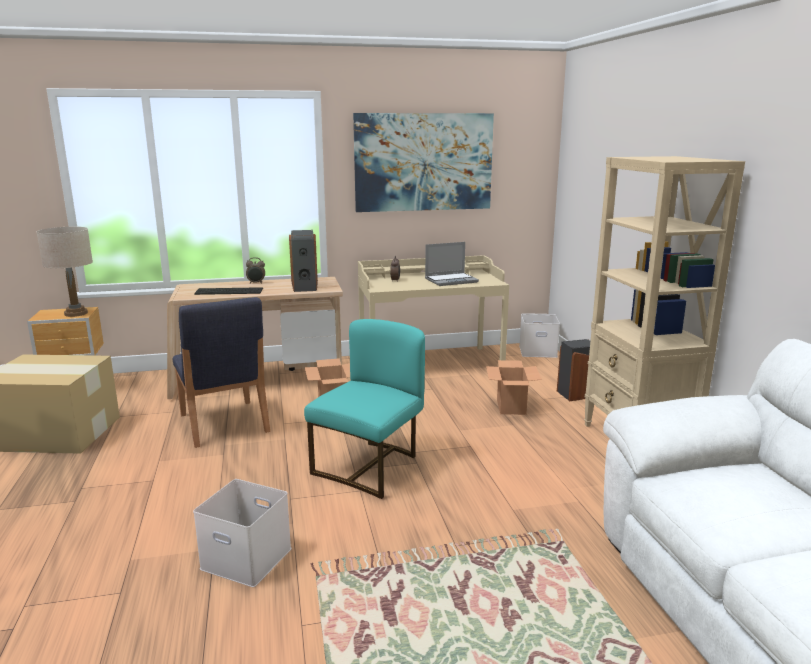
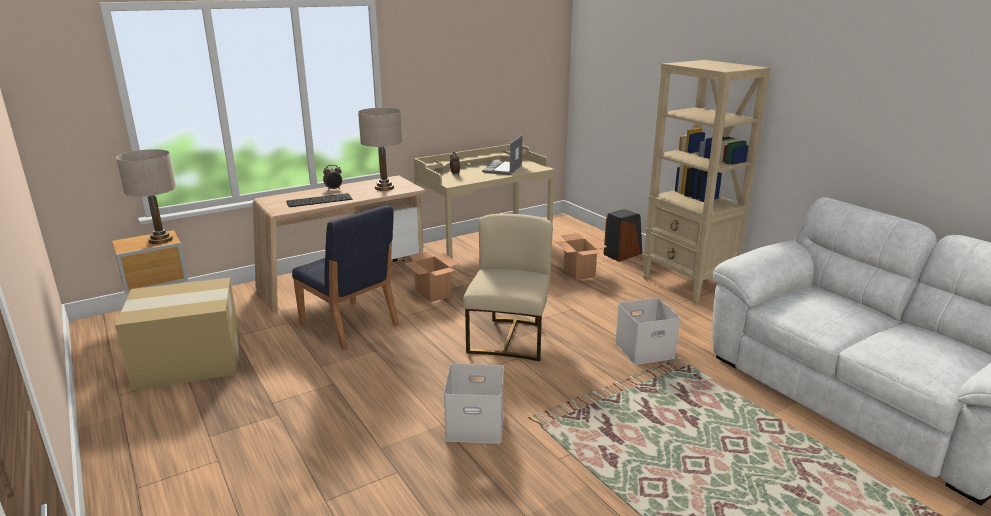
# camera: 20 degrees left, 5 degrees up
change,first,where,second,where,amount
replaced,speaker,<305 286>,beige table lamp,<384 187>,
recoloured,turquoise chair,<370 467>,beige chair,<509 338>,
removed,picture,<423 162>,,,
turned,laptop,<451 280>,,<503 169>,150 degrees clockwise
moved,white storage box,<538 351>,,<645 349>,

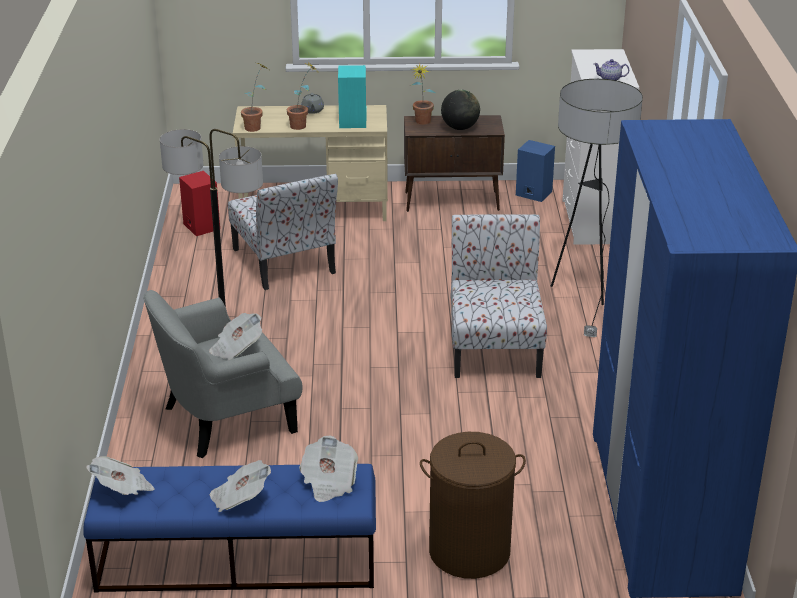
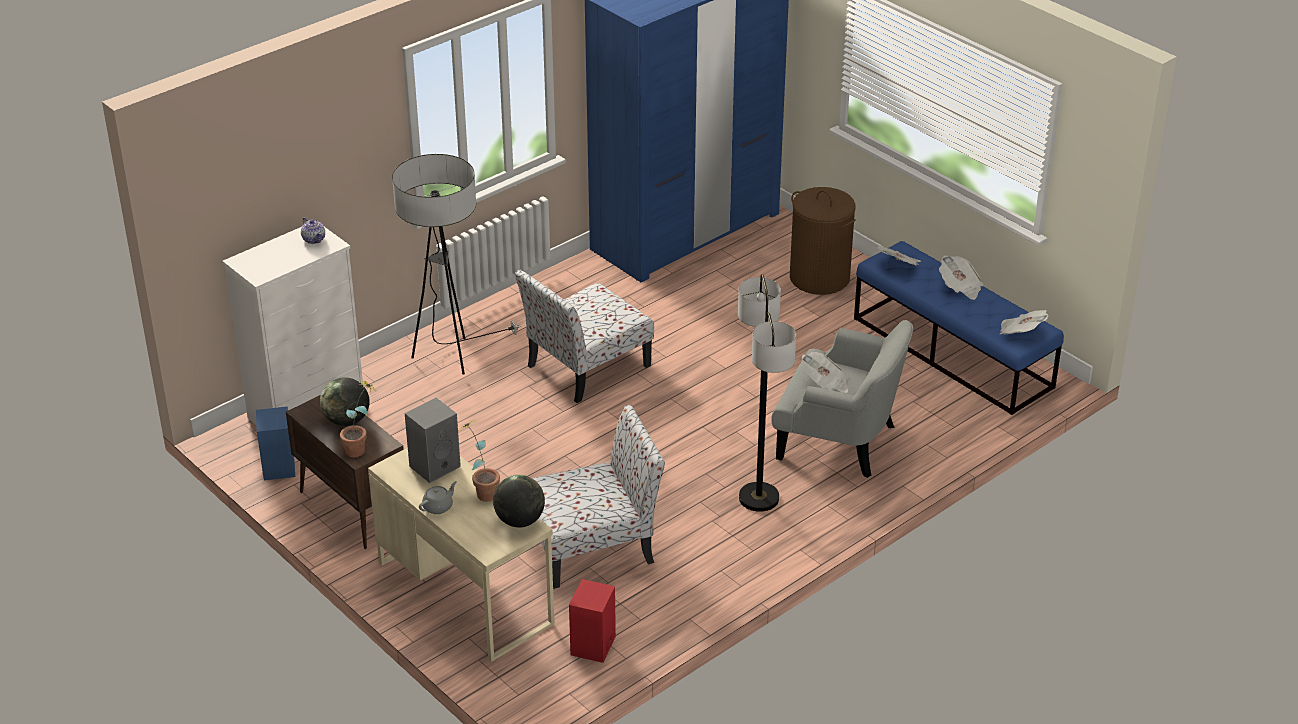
# camera: 130 degrees left, 5 degrees up
change,first,where,second,where,amount
turned,chair,<285 262>,,<593 546>,45 degrees clockwise
replaced,potted plant,<257 126>,globe,<520 521>,
recoloured,turquoise speaker,<353 122>,grey speaker,<435 465>,

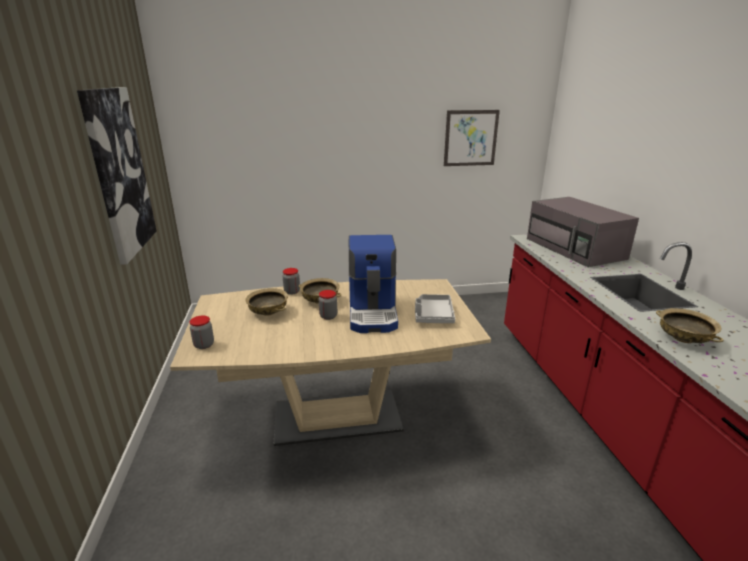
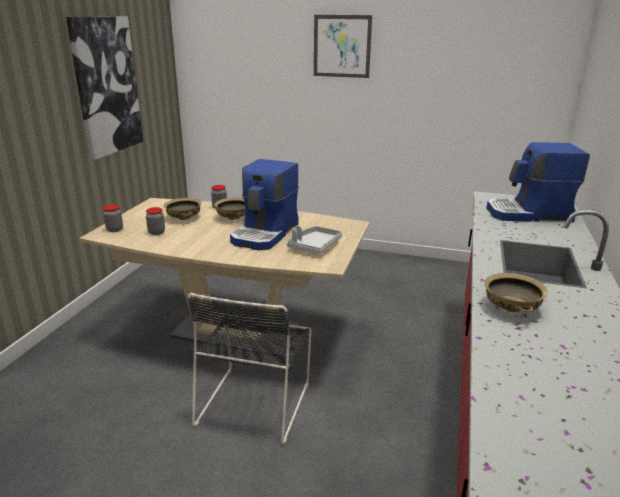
# camera: 25 degrees right, 0 degrees up
change,first,where,second,where,amount
moved,jar,<328 316>,,<156 232>,
moved,picture,<470 138>,,<342 46>,
replaced,grey microwave,<575 249>,coffee machine,<529 214>,
added,,,black chair,<255 400>,

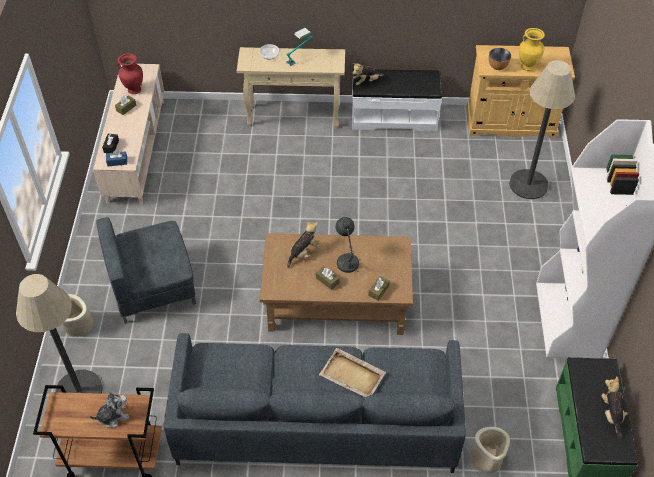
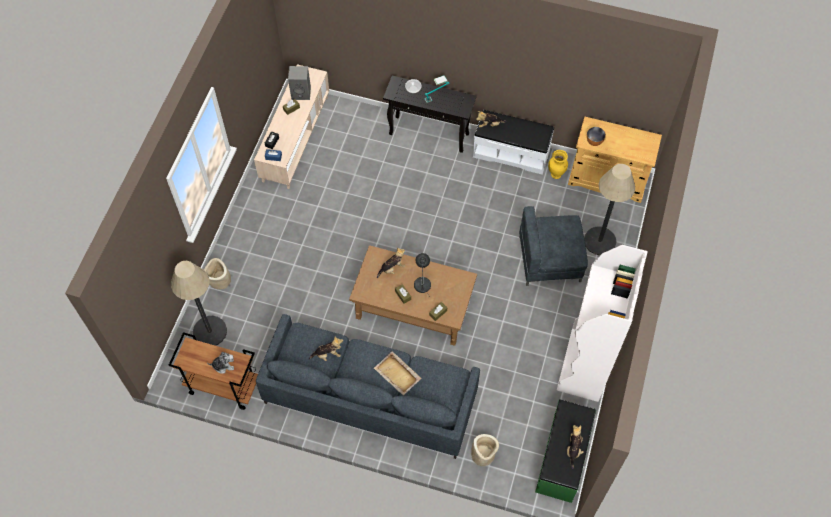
# camera: 15 degrees right, 10 degrees up
change,first,where,second,where,amount
moved,grey armchair,<153 285>,,<550 259>,
replaced,red vase,<134 90>,grey speaker,<301 93>,
recoloured,beige console table,<294 116>,black console table,<429 134>,
moved,yellow vase,<527 66>,,<556 174>,
added,,,plush toy,<327 354>,

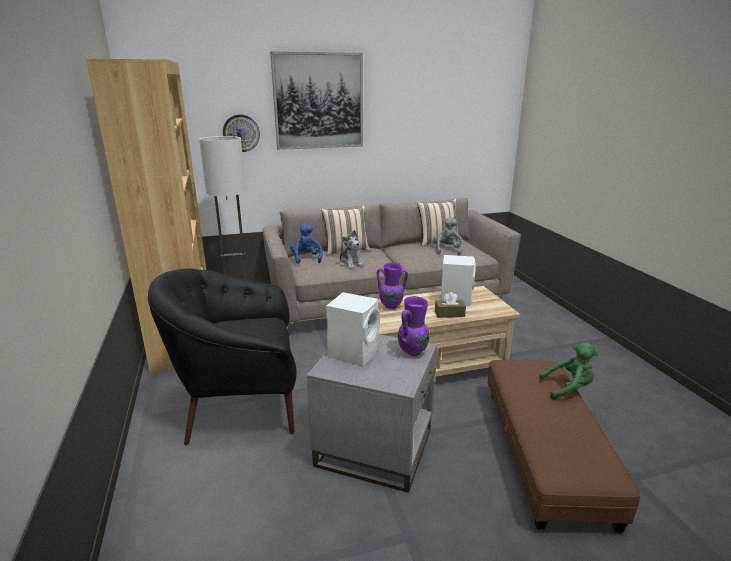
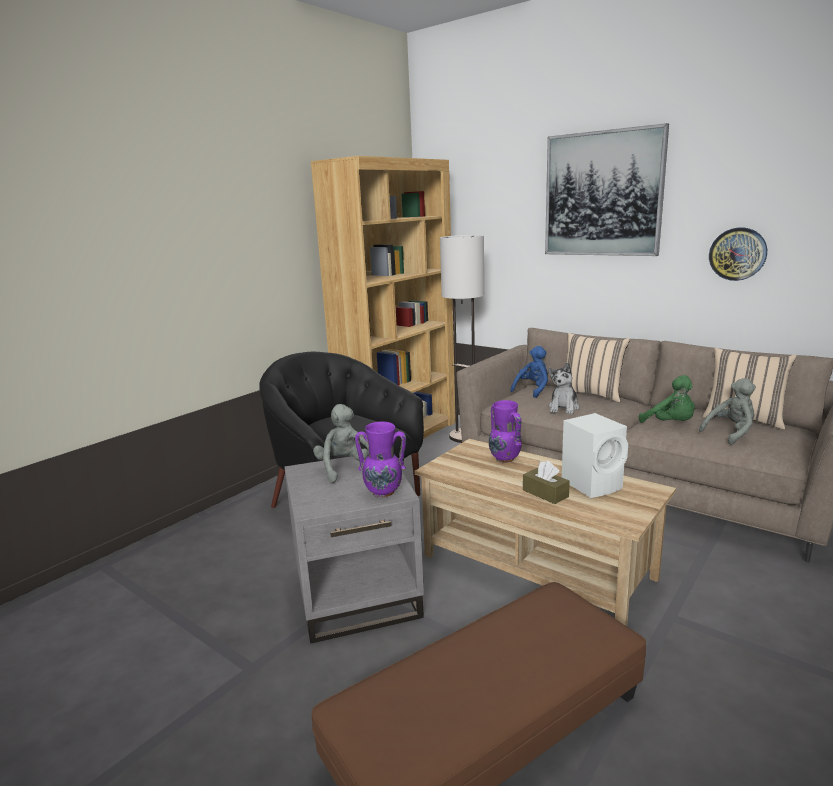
# camera: 55 degrees right, 5 degrees down
change,first,where,second,where,amount
moved,wall clock,<241 133>,,<737 254>,
replaced,white speaker,<354 352>,grey plush toy,<345 469>,
moved,green plush toy,<568 388>,,<671 424>,

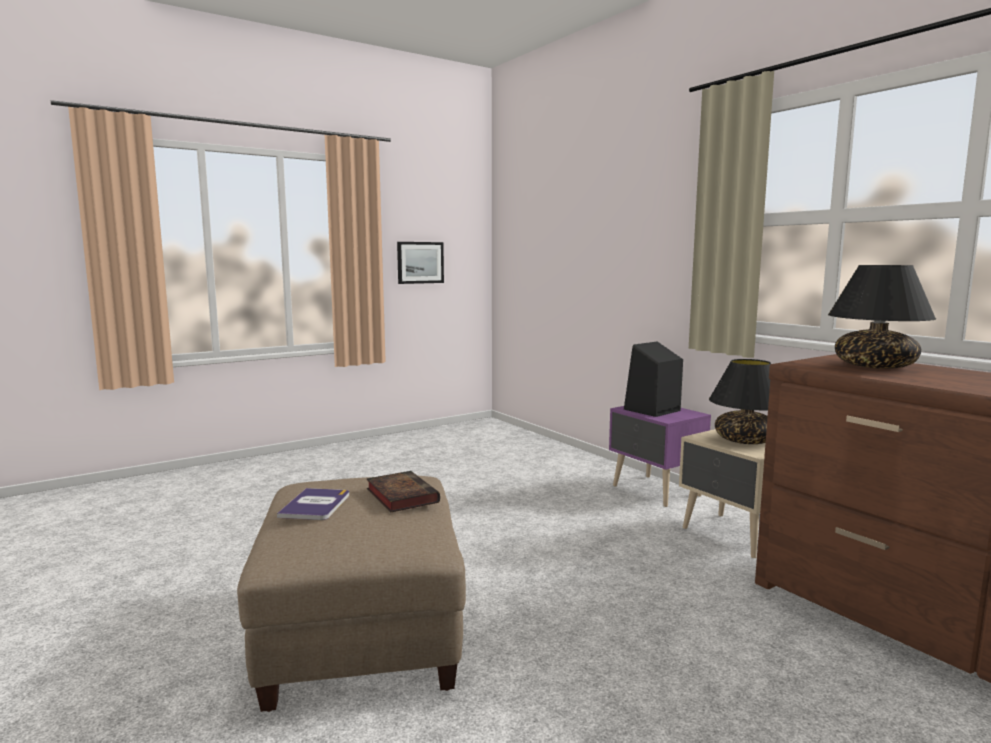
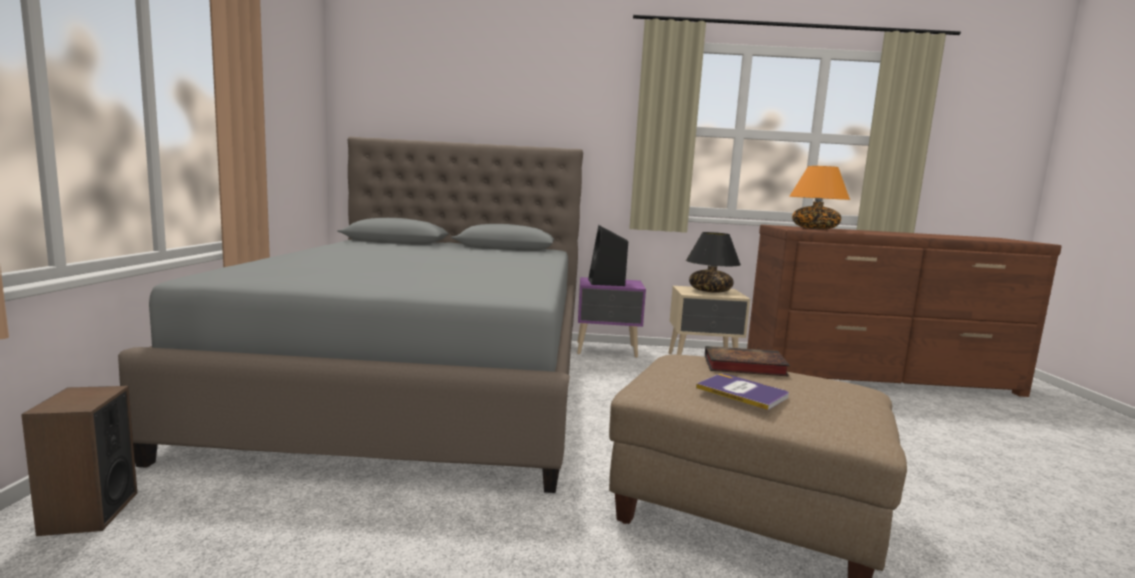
# camera: 55 degrees left, 0 degrees up
change,first,where,second,where,amount
removed,picture,<420 262>,,,
recoloured,black table lamp,<874 366>,orange table lamp,<814 228>,
added,,,speaker,<89 513>,
added,,,grey bed,<423 384>,

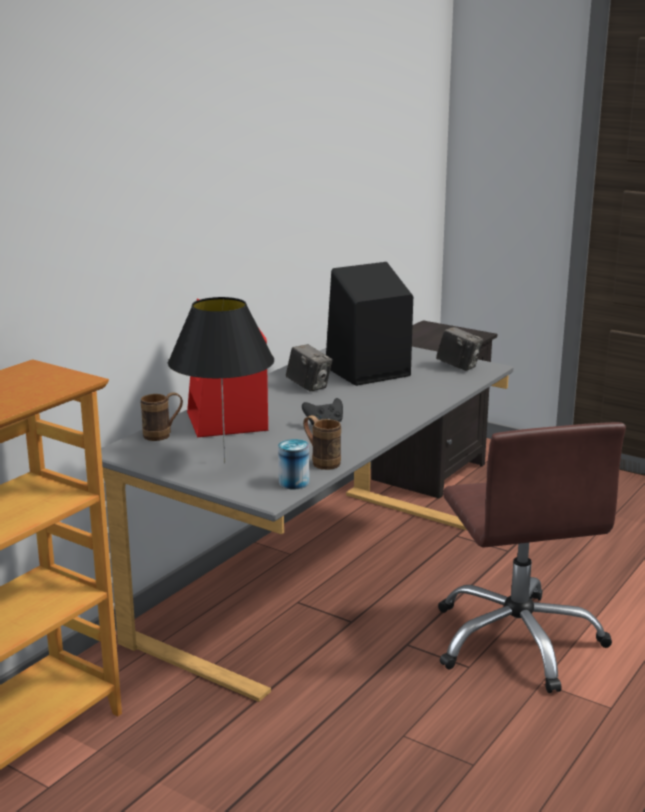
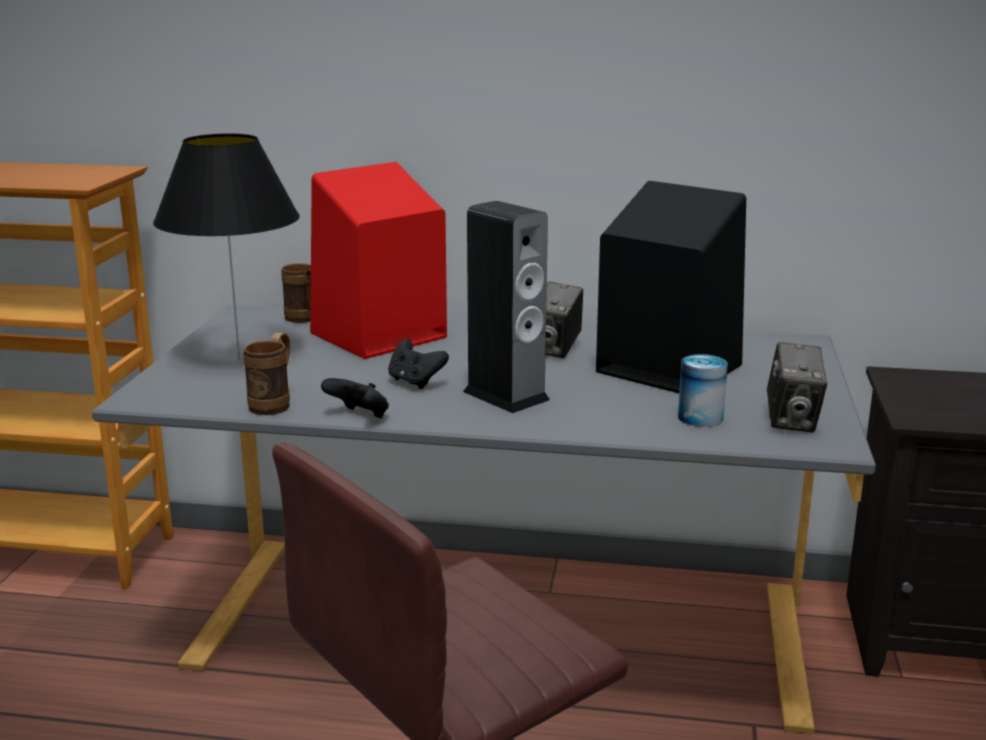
# camera: 65 degrees right, 0 degrees up
change,first,where,second,where,amount
moved,can,<294 482>,,<700 418>,
added,,,black game controller,<359 416>,
added,,,speaker,<506 395>,

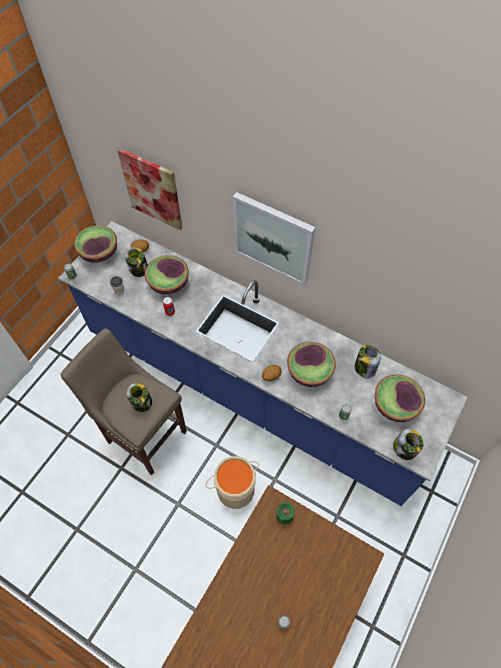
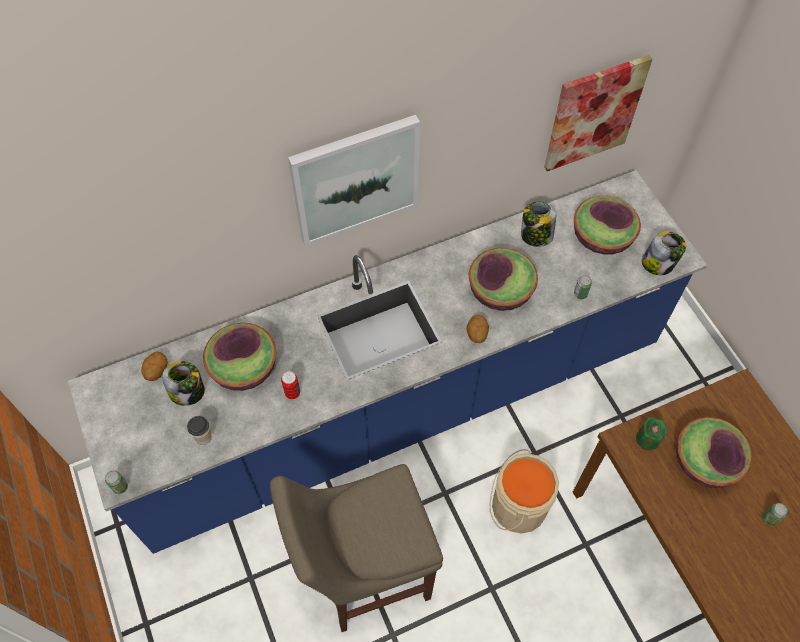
# camera: 55 degrees left, 0 degrees up
change,first,where,second,where,amount
moved,bowl,<99 253>,,<705 462>,
moved,picture,<152 189>,,<594 113>,
removed,jar,<142 402>,,,

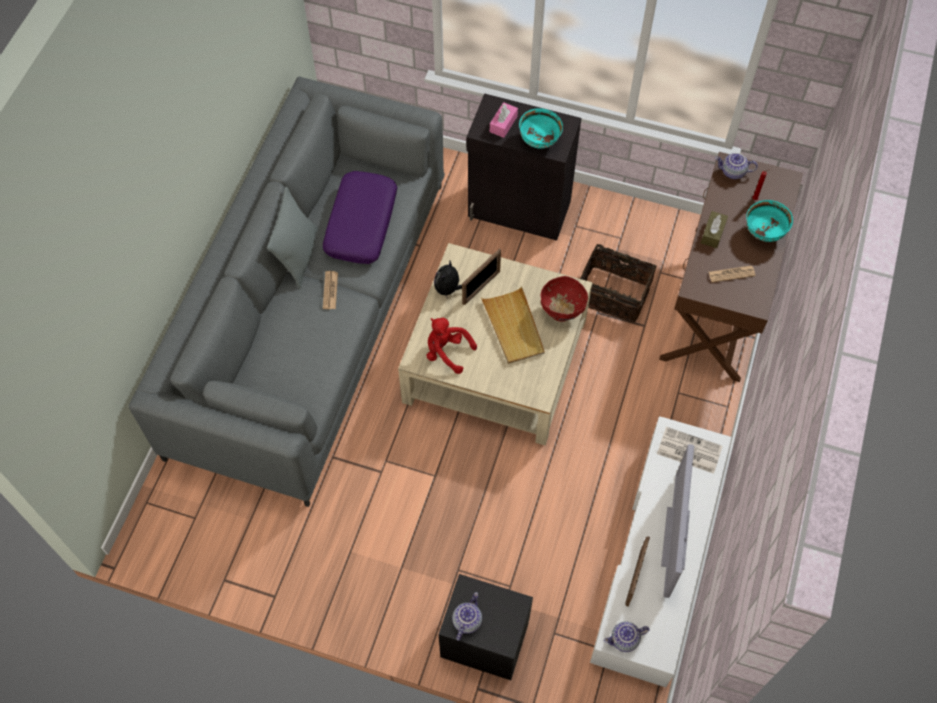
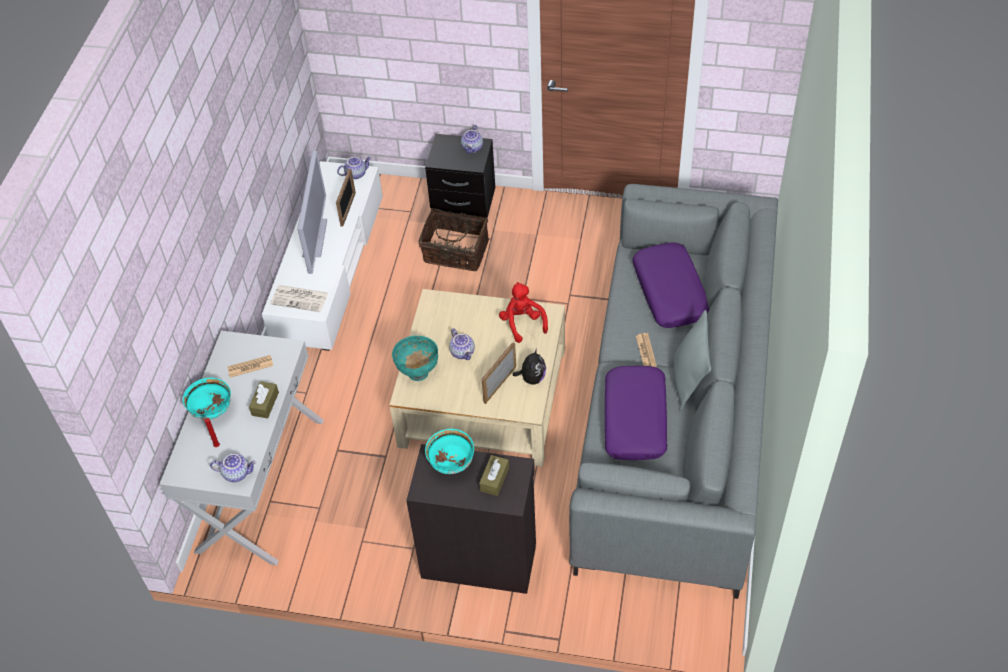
# camera: 175 degrees right, 10 degrees down
change,first,where,second,where,amount
turned,red plush toy,<447 352>,,<522 323>,135 degrees counterclockwise
replaced,beige tray,<513 327>,teapot,<463 352>,
recoloured,pink tissue box,<503 124>,brown tissue box,<494 479>,
recoloured,red bowl,<561 312>,turquoise bowl,<418 372>,
moved,basket,<614 293>,,<455 253>,
recoloured,brown console table,<718 302>,white console table,<260 483>,
added,,,purple pillow,<670 292>,

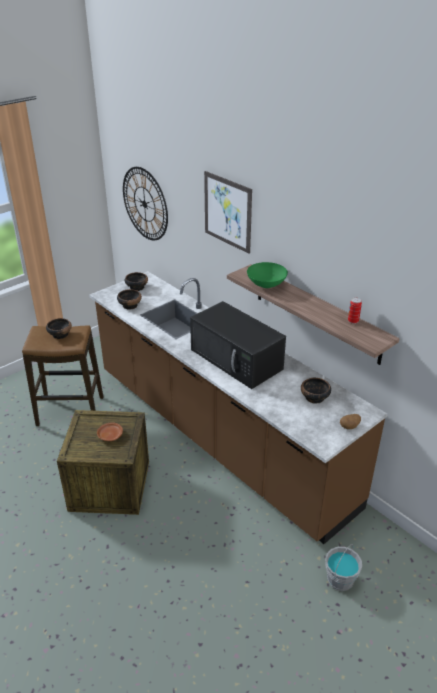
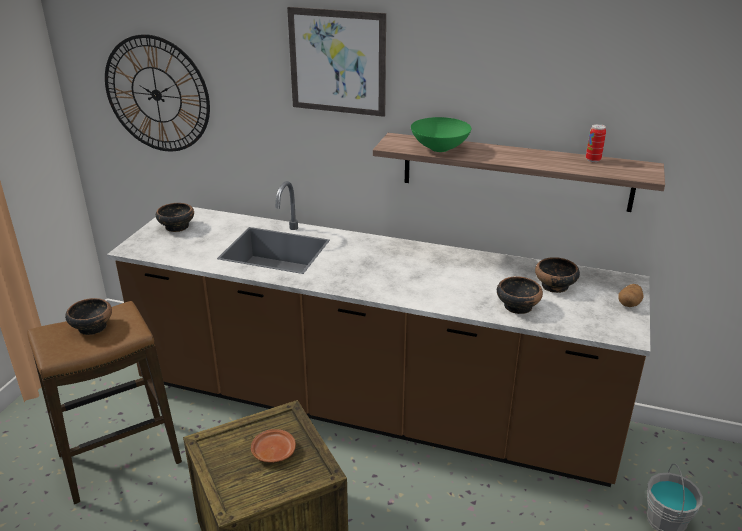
# camera: 30 degrees left, 5 degrees down
change,first,where,second,where,amount
moved,bowl,<130 305>,,<517 306>,
removed,black microwave,<237 359>,,,

